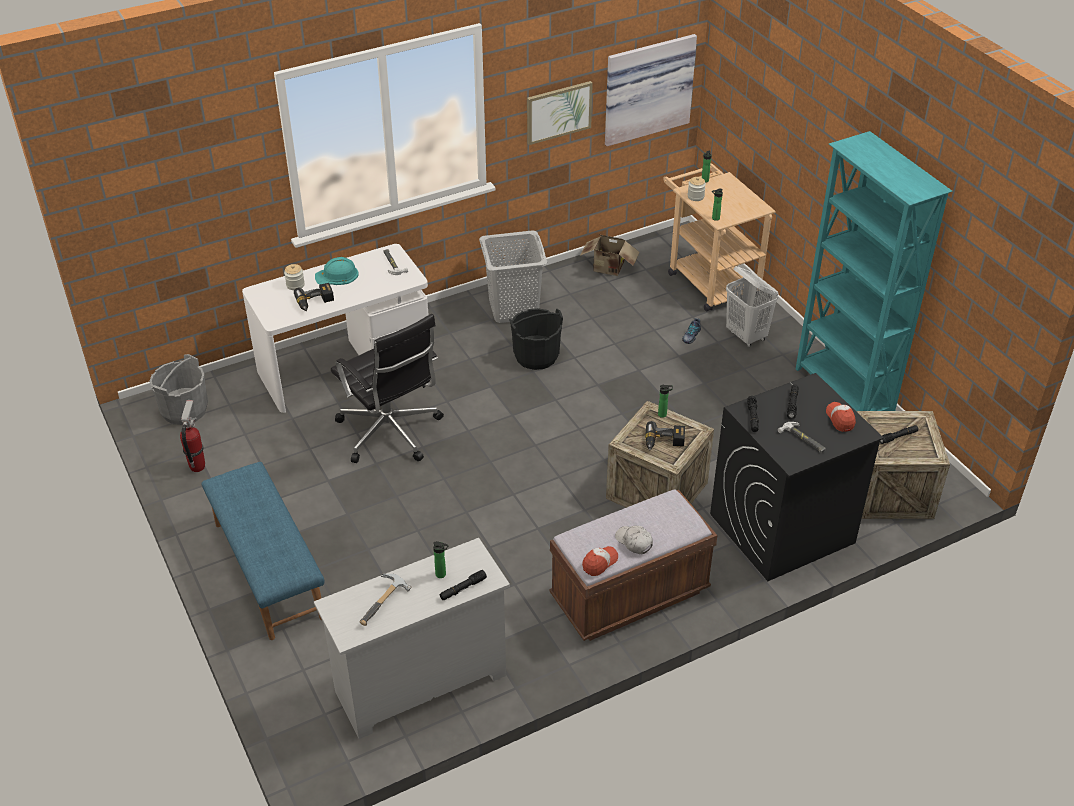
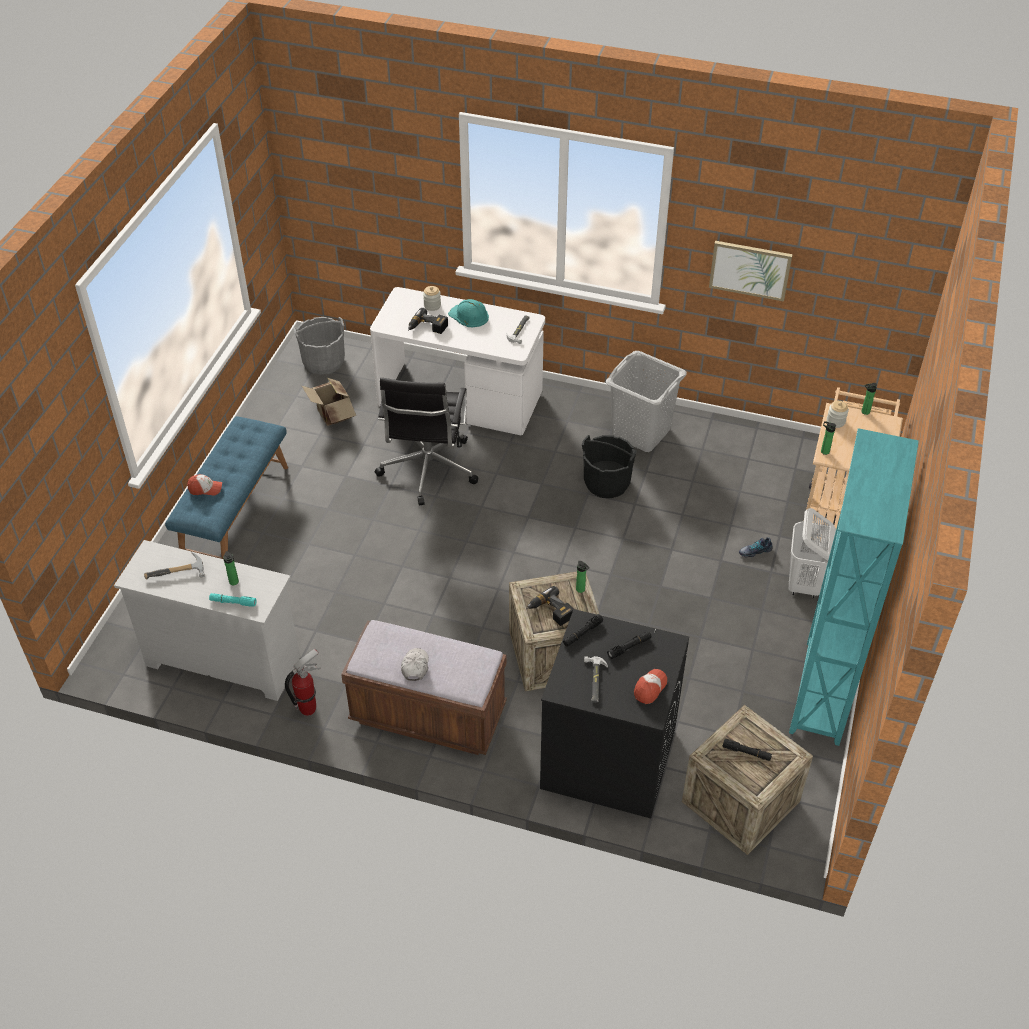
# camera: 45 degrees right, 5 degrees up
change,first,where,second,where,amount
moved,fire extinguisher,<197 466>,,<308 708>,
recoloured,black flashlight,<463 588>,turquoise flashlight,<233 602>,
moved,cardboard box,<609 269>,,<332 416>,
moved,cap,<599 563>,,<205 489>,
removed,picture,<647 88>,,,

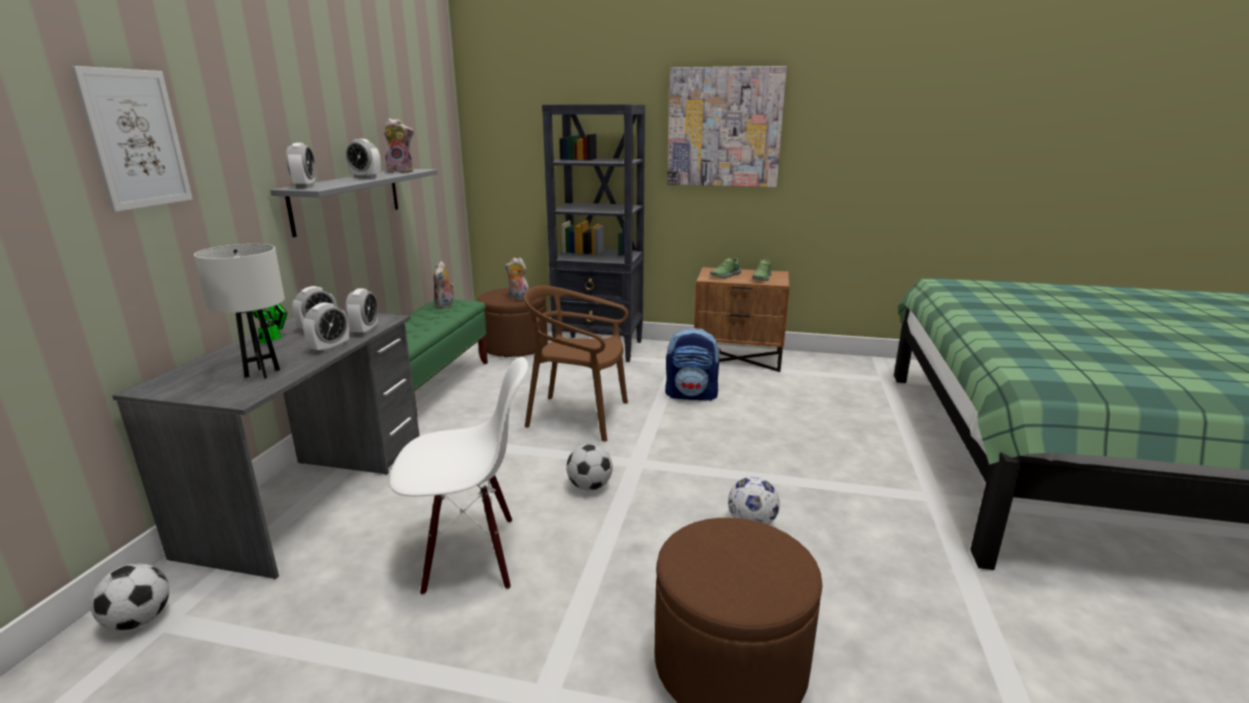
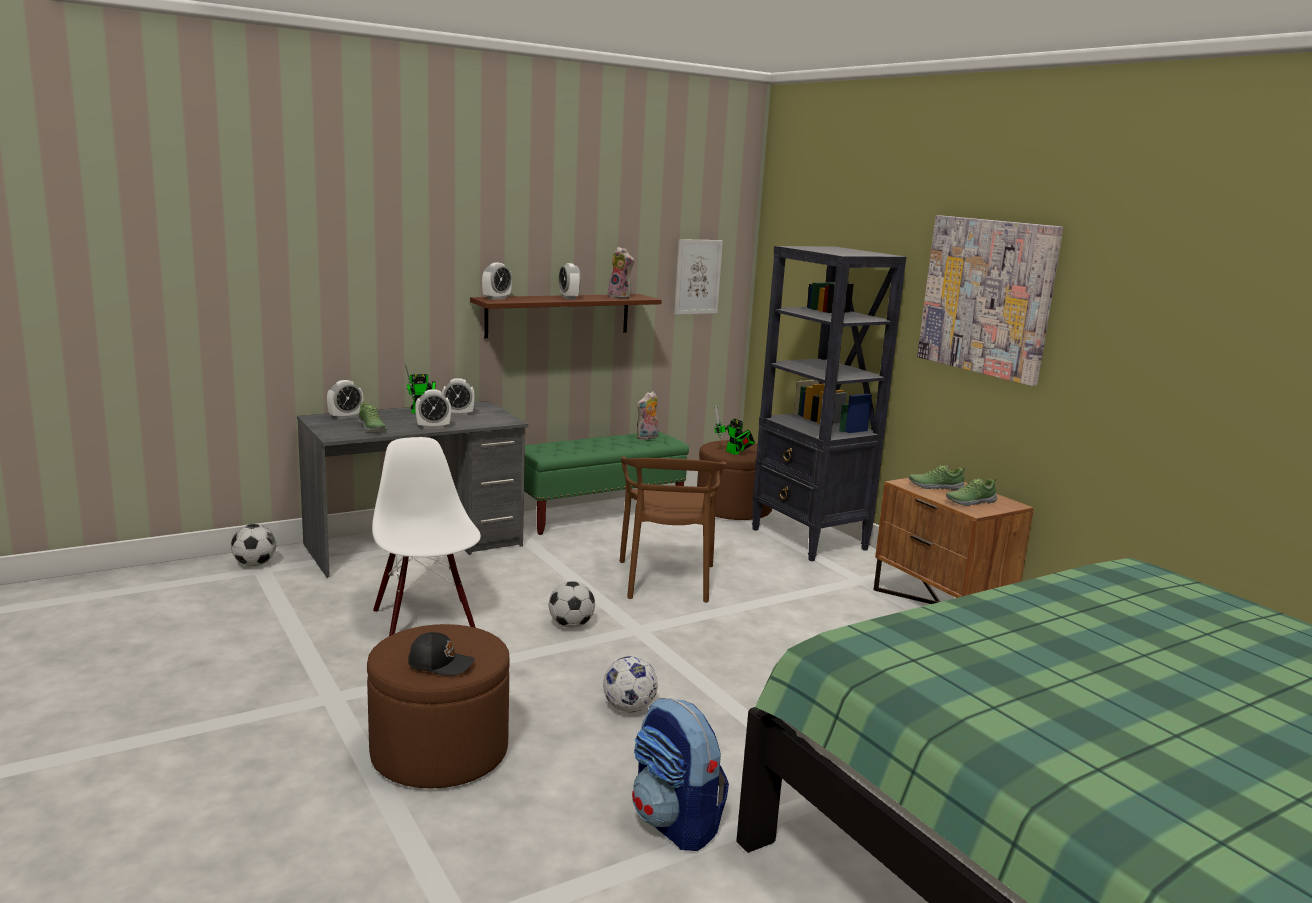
# camera: 45 degrees right, 5 degrees down
change,first,where,second,where,amount
moved,picture,<136 139>,,<697 277>,
replaced,white table lamp,<262 373>,shoe,<371 428>,
recoloured,grey shelf,<347 199>,brown shelf,<558 315>,
moved,alarm clock,<365 331>,,<345 417>,
turned,white chair,<470 556>,,<425 620>,150 degrees counterclockwise
replaced,plush toy,<518 298>,toy robot,<734 453>,
turned,brown chair,<578 416>,,<666 580>,150 degrees counterclockwise
moved,backpack,<692 395>,,<675 823>,
added,,,black cap,<440 663>,

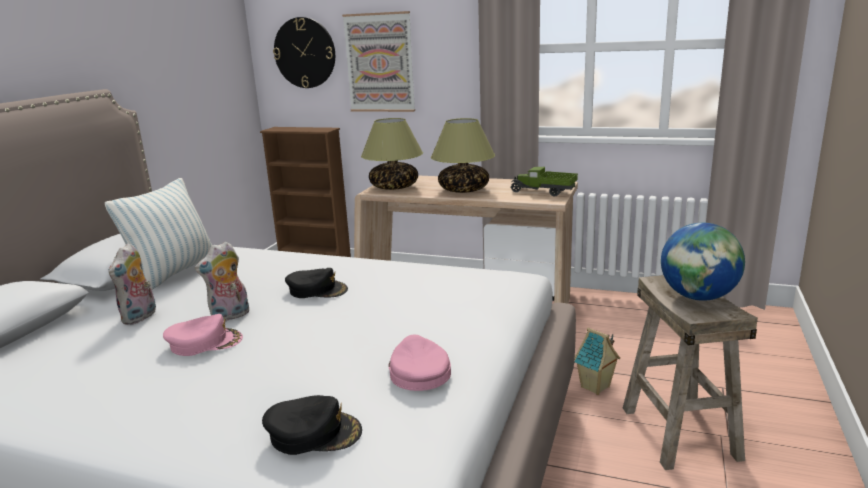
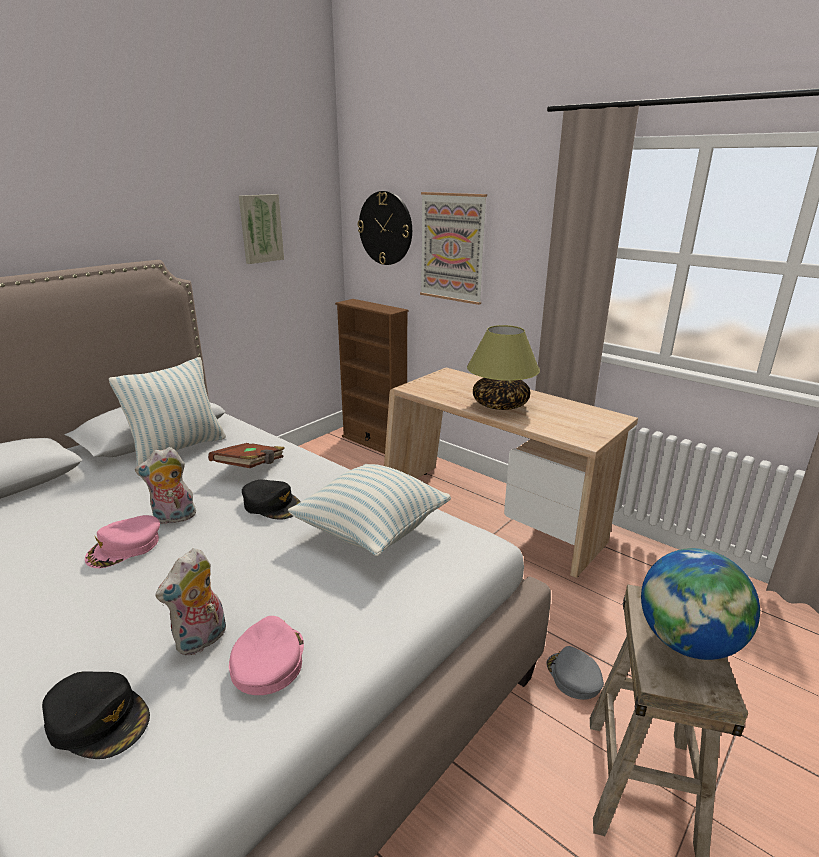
# camera: 20 degrees right, 5 degrees up
change,first,where,second,where,amount
moved,plush toy,<140 317>,,<202 641>,
turned,pink cap,<205 342>,,<125 547>,120 degrees clockwise
removed,table lamp,<393 187>,,,
removed,toy truck,<543 192>,,,
replaced,toy house,<595 387>,grey cap,<573 677>,
added,,,brown book,<251 468>,
added,,,picture,<260 228>,
added,,,pillow,<372 532>,

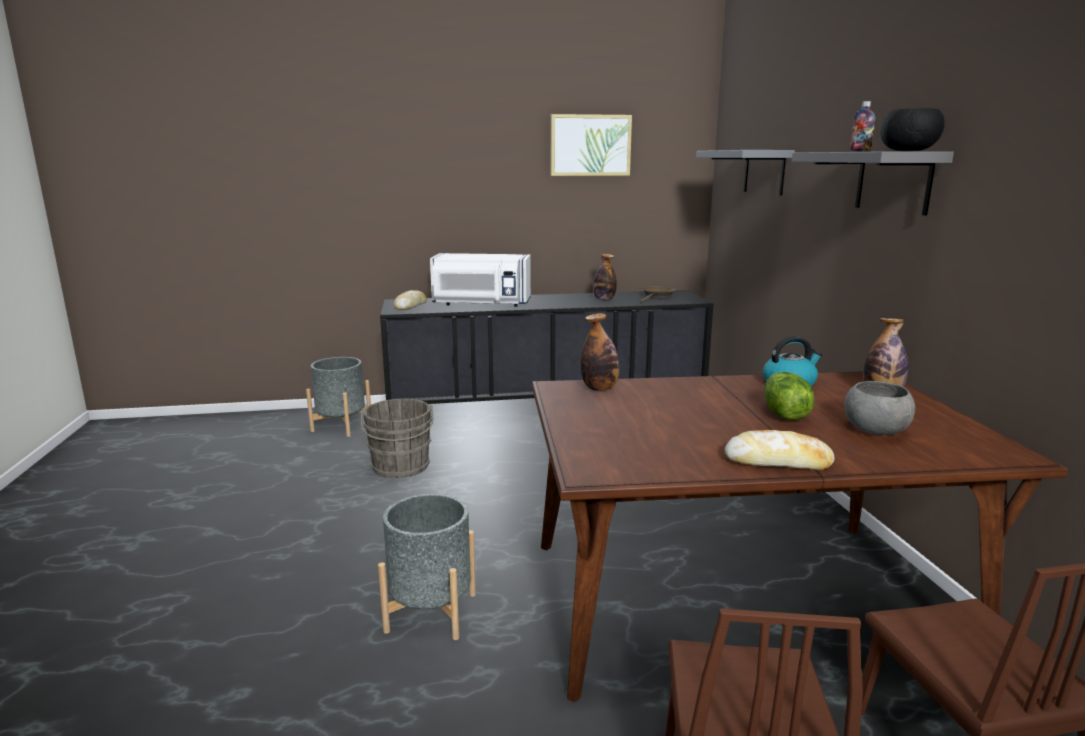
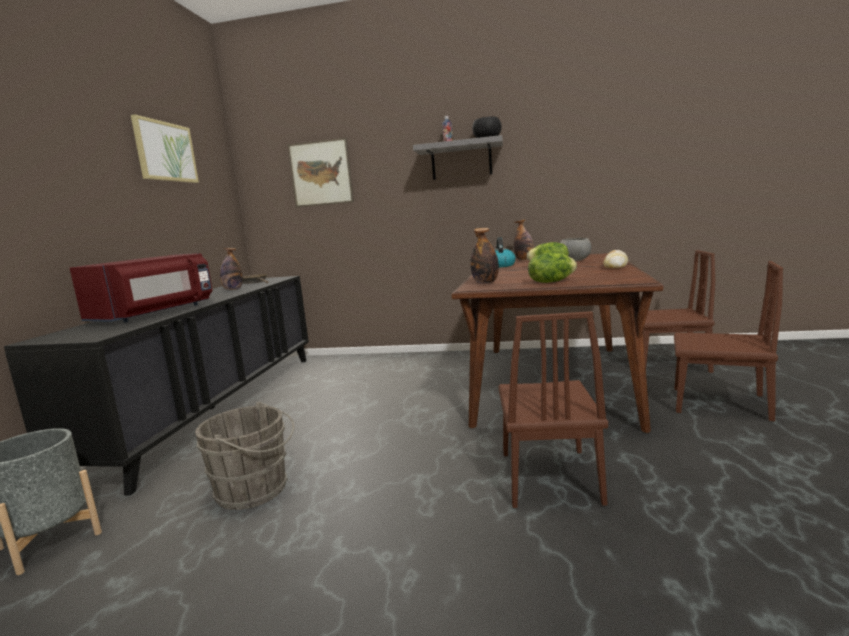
# camera: 70 degrees left, 5 degrees down
change,first,where,second,where,amount
replaced,grey planter,<431 612>,brown chair,<549 476>,
removed,bread,<410 306>,,,
recoloured,white microwave,<480 304>,red microwave,<156 313>,
replaced,grey shelf,<764 172>,picture,<321 173>,
added,,,lettuce,<551 282>,

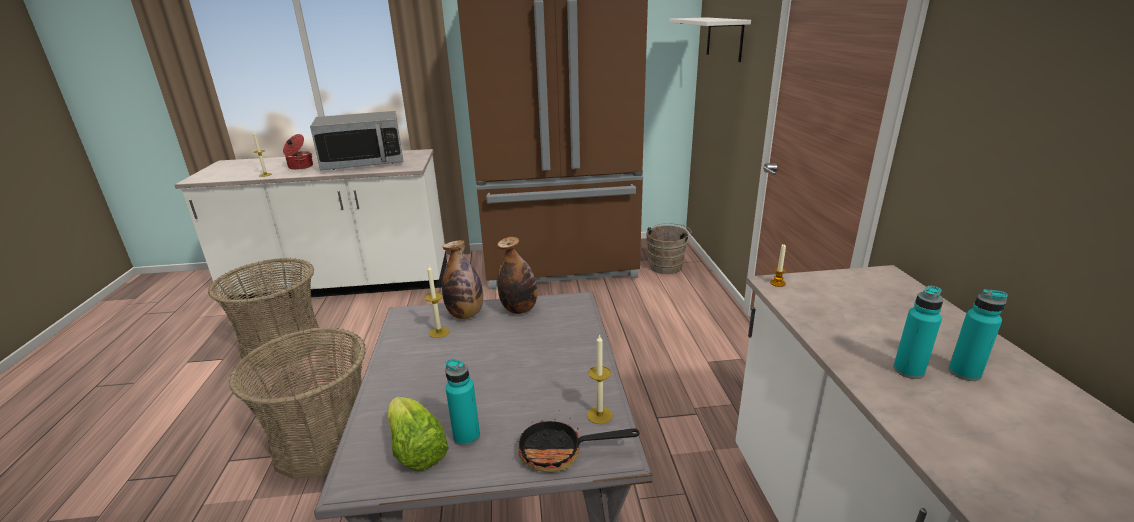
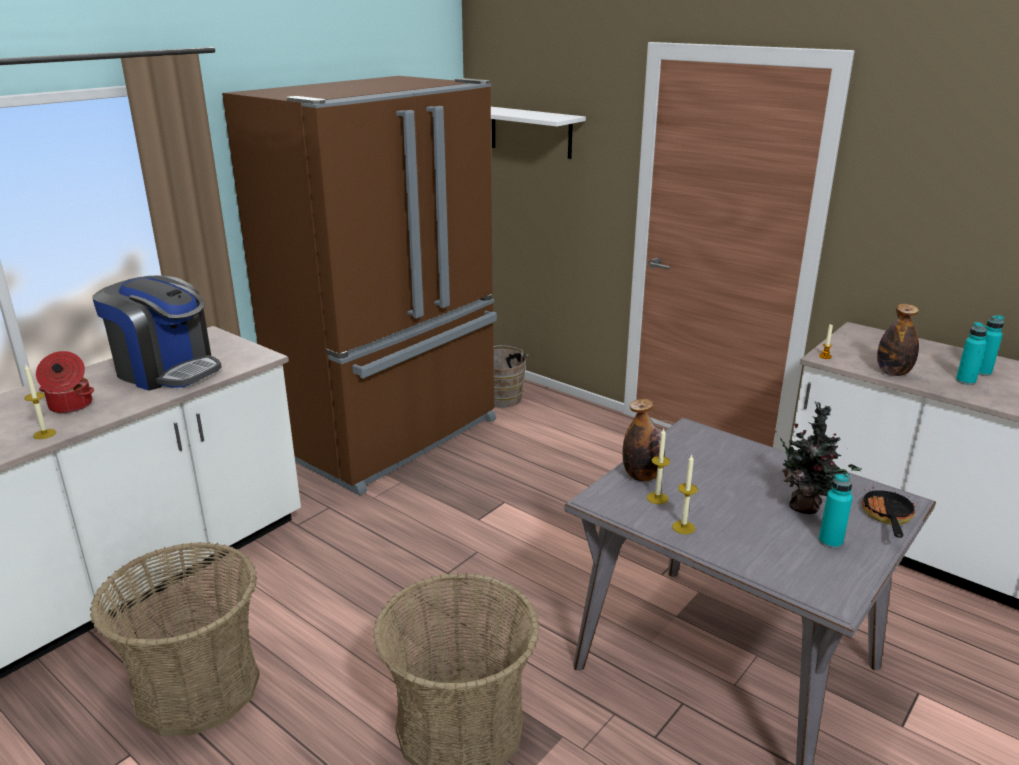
# camera: 45 degrees left, 0 degrees up
change,first,where,second,where,amount
replaced,microwave,<364 163>,coffee machine,<166 370>,
removed,lettuce,<416 450>,,,
moved,bottle,<519 309>,,<893 372>,
turned,frying pan,<560 453>,,<887 517>,150 degrees clockwise
moved,candle,<599 415>,,<683 527>,
added,,,potted plant,<807 508>,

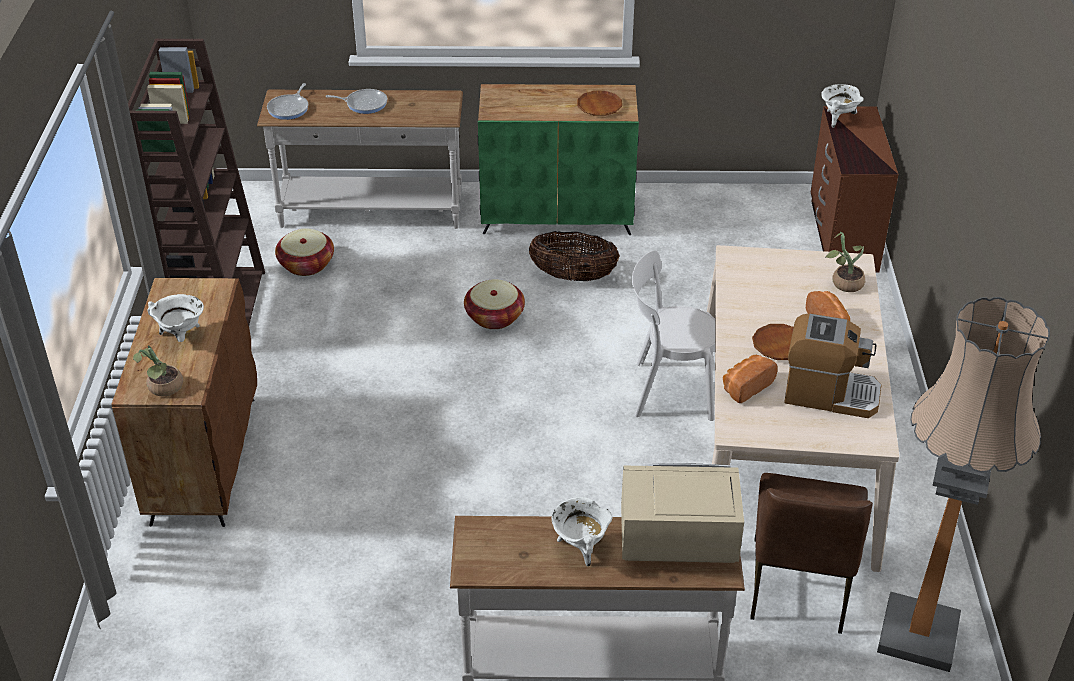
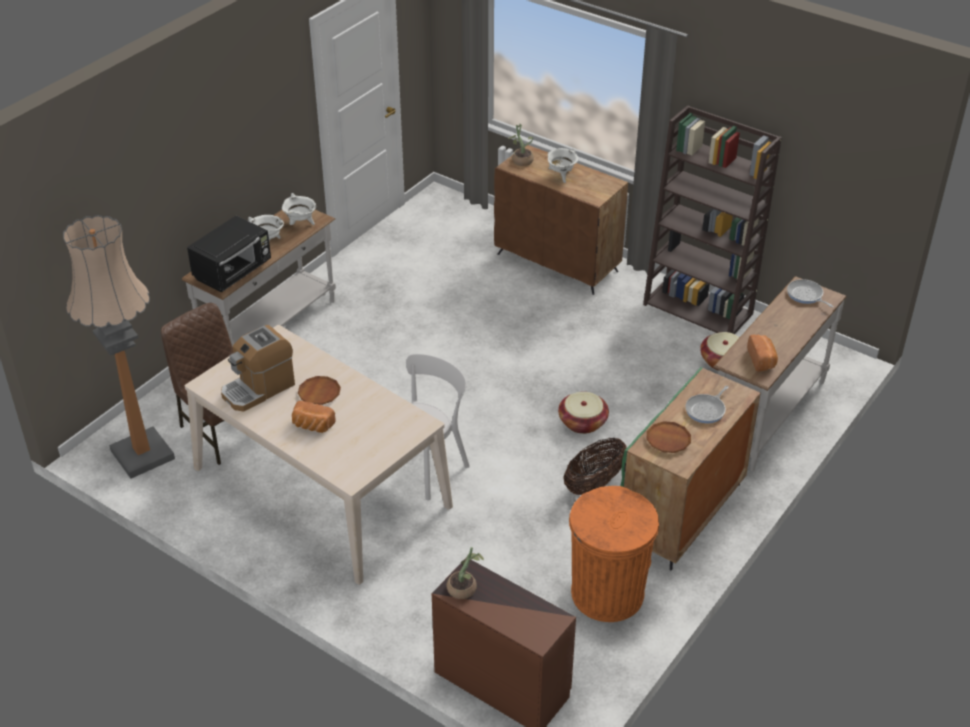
# camera: 125 degrees right, 0 degrees up
change,first,where,second,where,amount
moved,frying pan,<364 104>,,<706 410>,
recoloured,beige microwave,<676 539>,black microwave,<234 272>,
moved,bread,<745 386>,,<762 360>,
moved,white cooking pot,<838 119>,,<300 224>,
moved,potted plant,<843 283>,,<465 588>,
added,,,orange trash can,<607 594>,

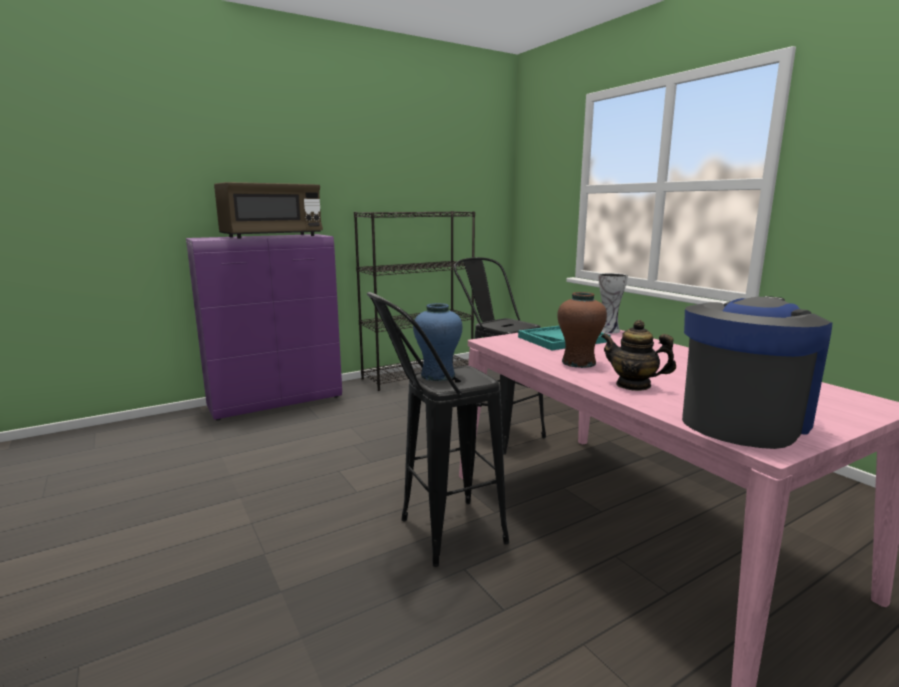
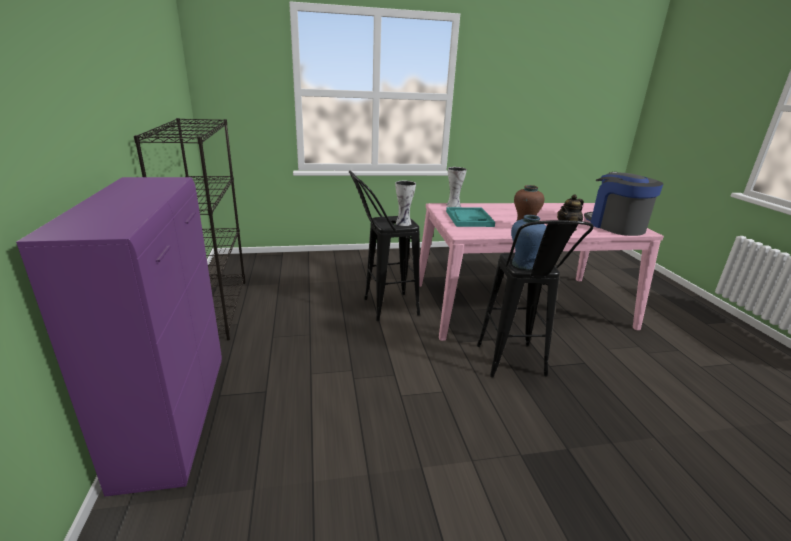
# camera: 70 degrees left, 10 degrees up
change,first,where,second,where,amount
removed,brown microwave,<272 236>,,,
added,,,vase,<404 223>,

